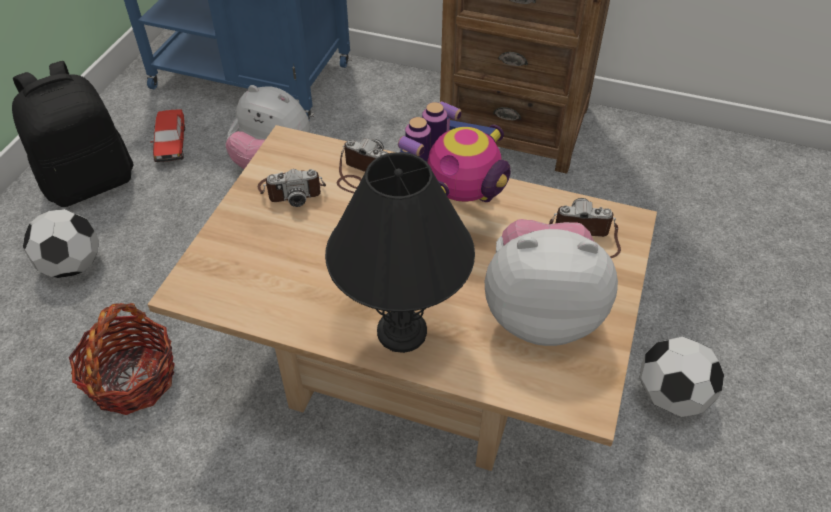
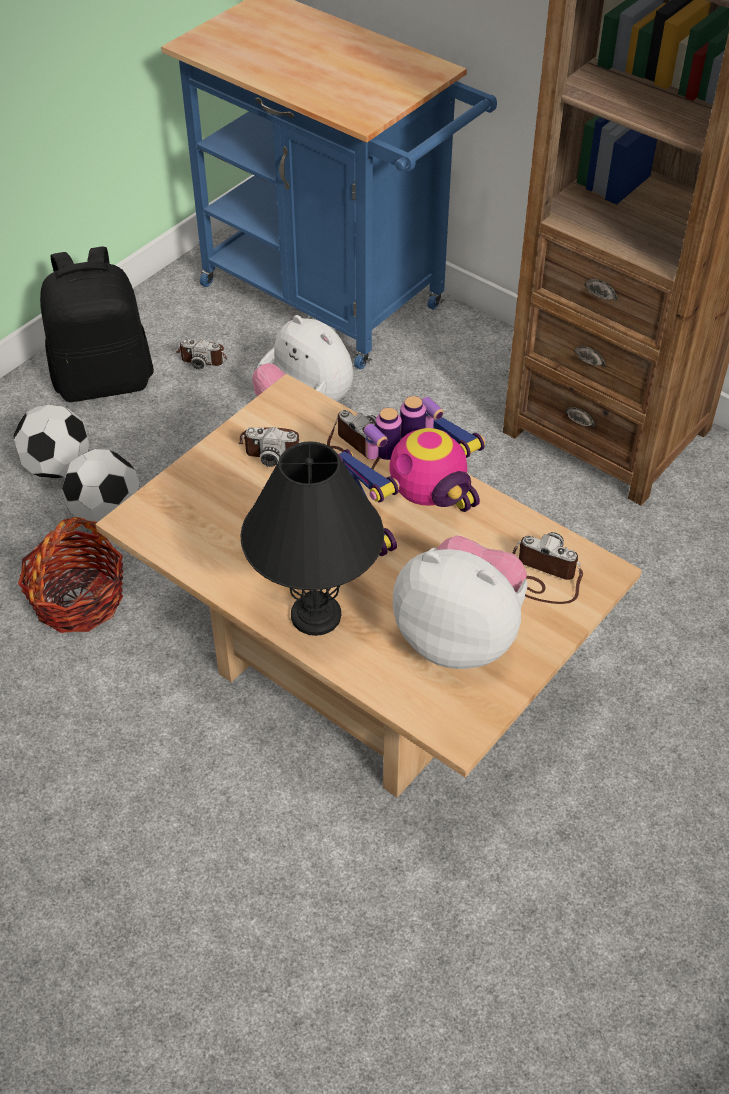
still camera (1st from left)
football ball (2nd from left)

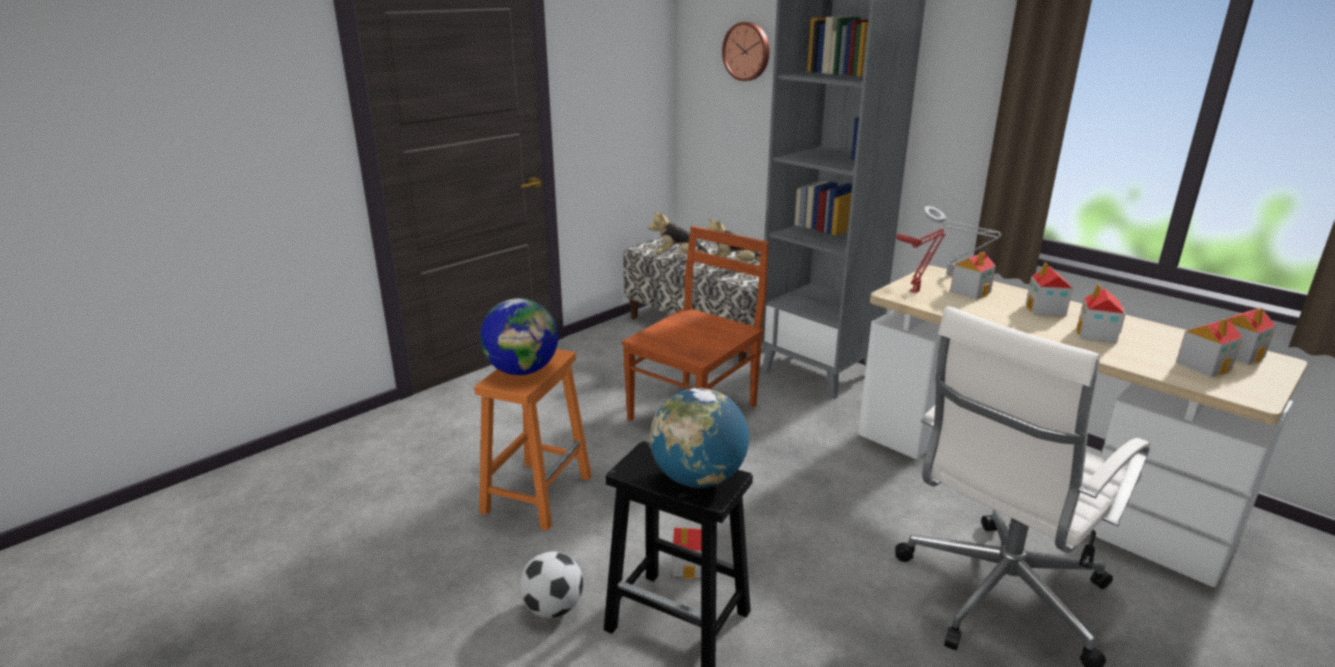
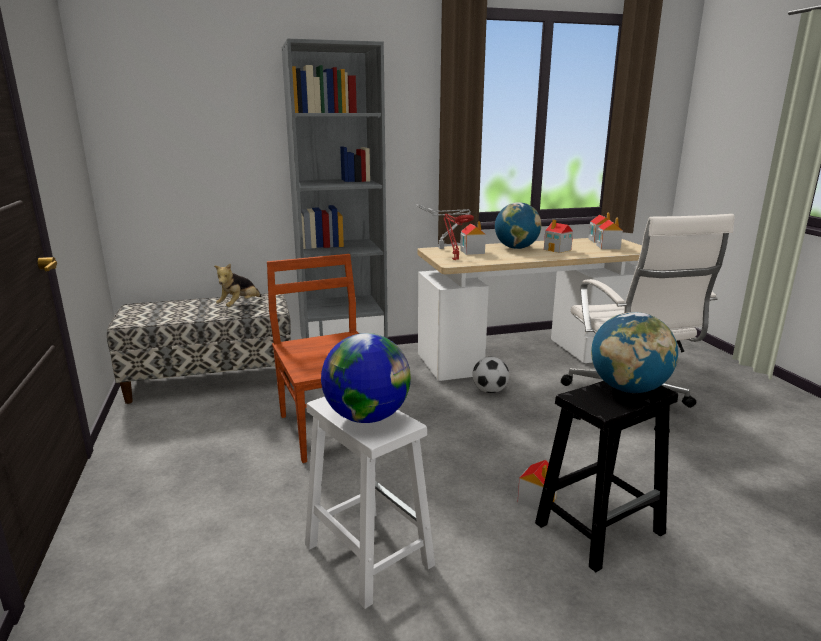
white stool seat
football ball
plush toy (1st from left in the first image)
hanging clock
world globe (2nd from left)

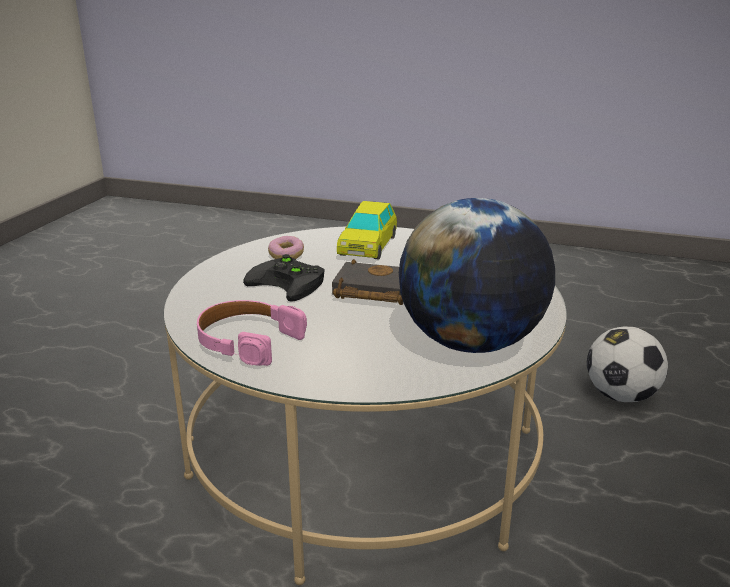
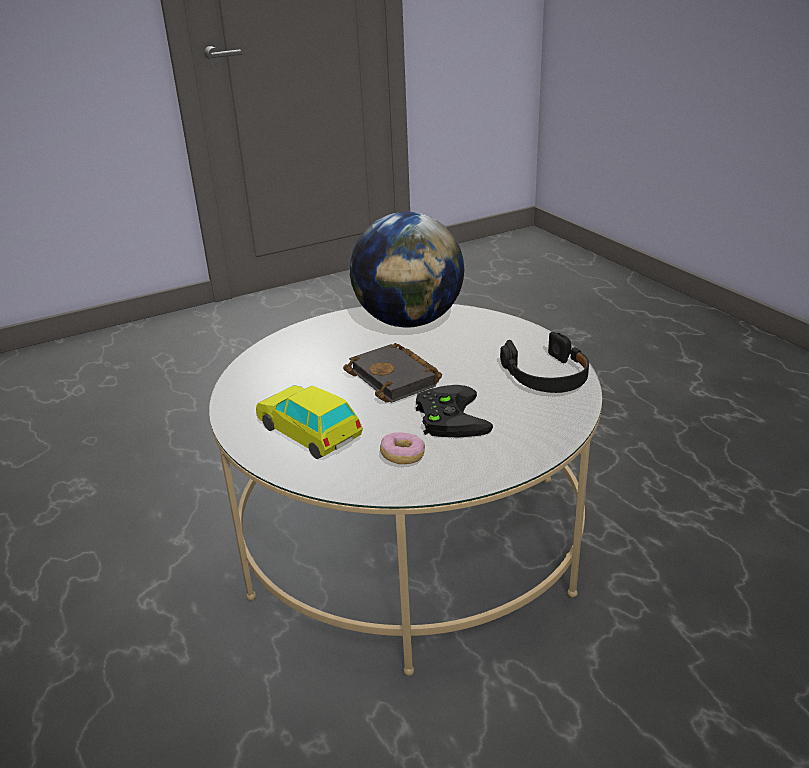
black-coloured headphones
model car
football ball

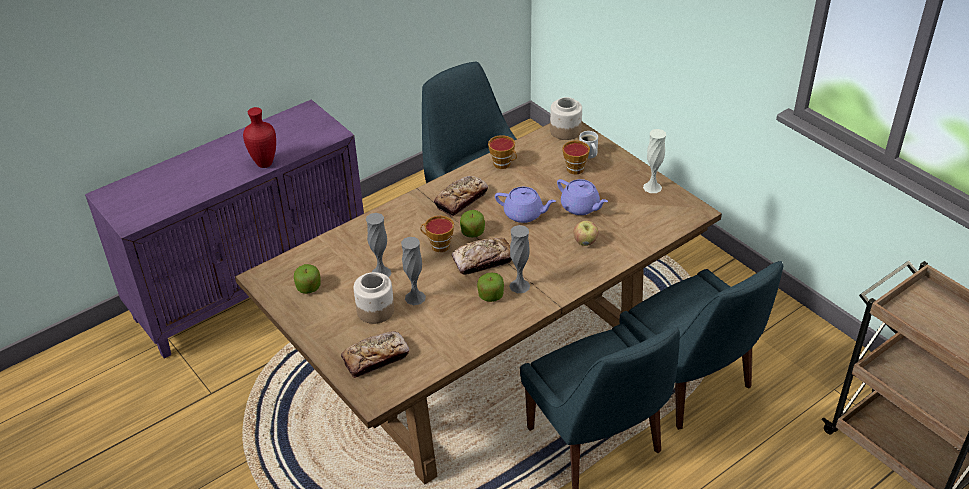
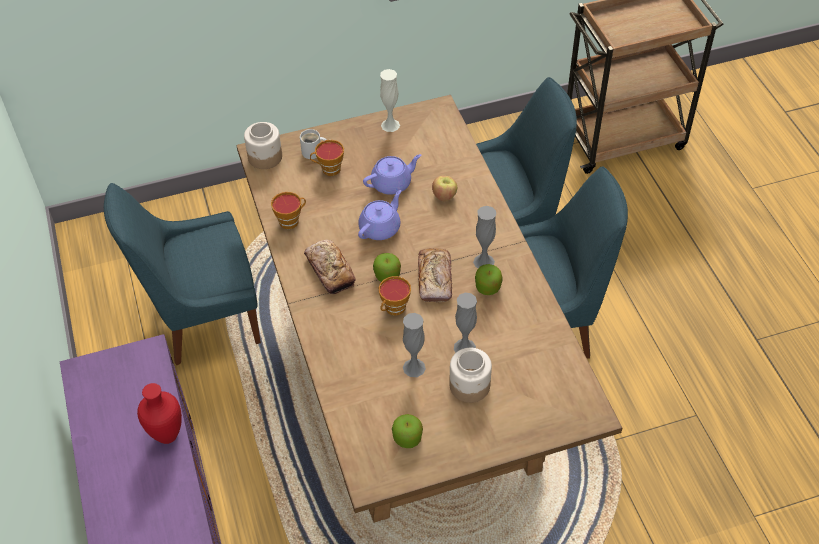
bakery bread (1st from left in the first image)

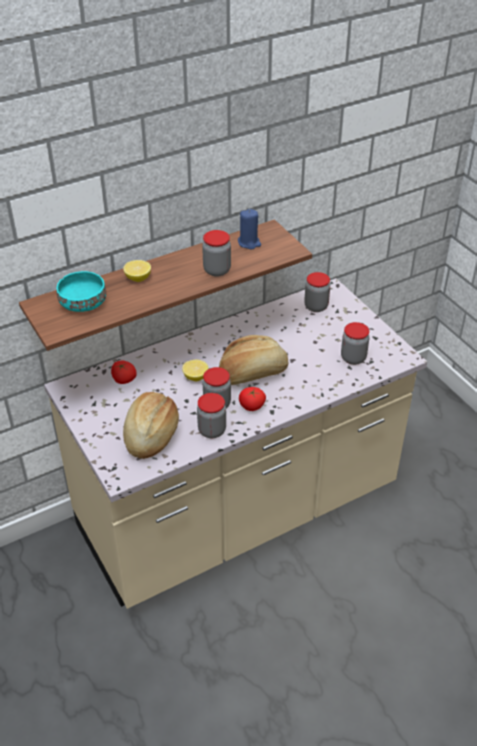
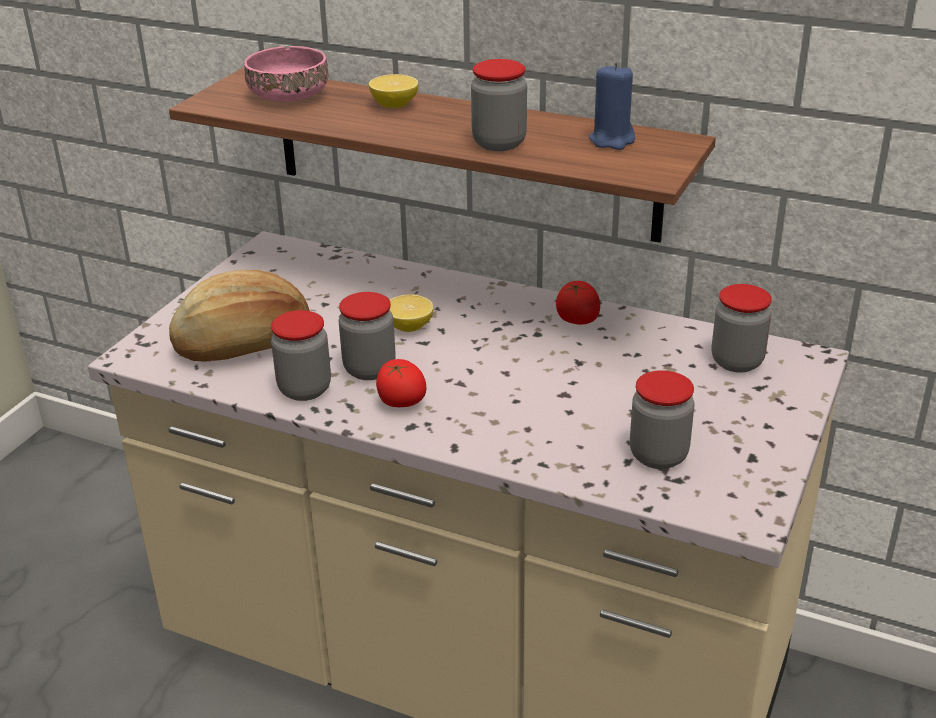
pinkish serving bowl
tomato (2nd from left)
bakery bread (2nd from left in the first image)

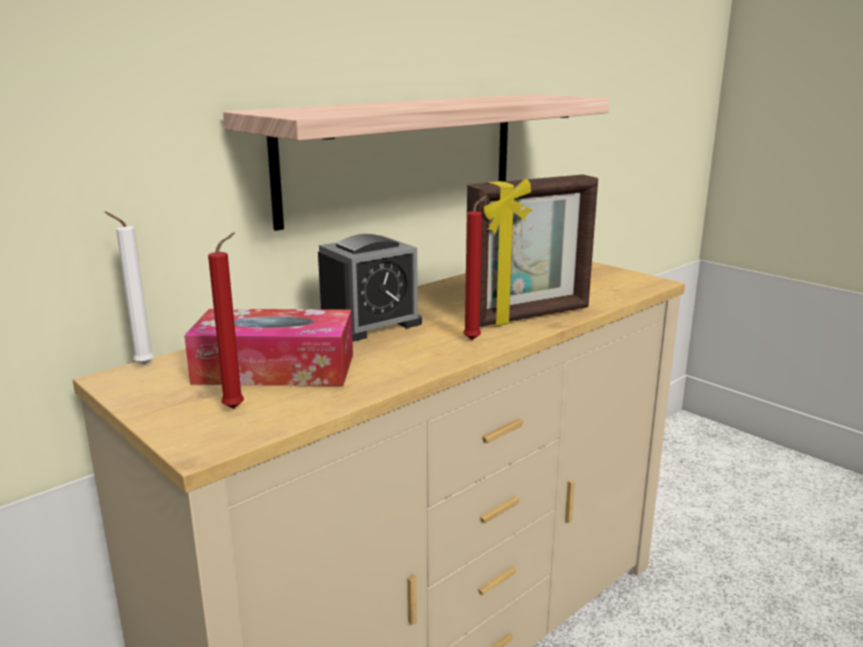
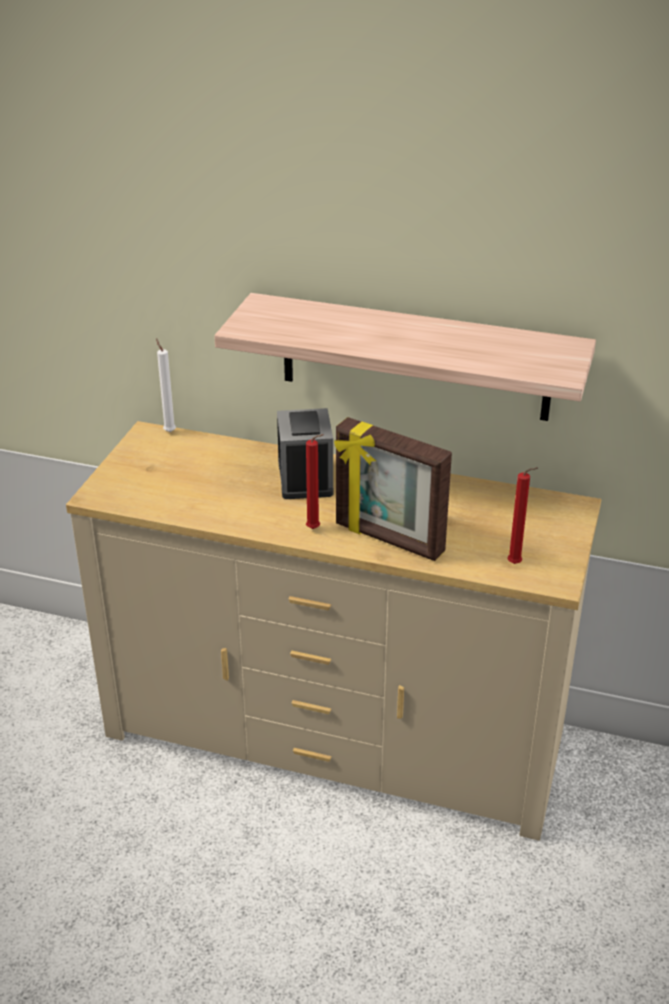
tissue box
reddish candle (2nd from left)
alarm clock

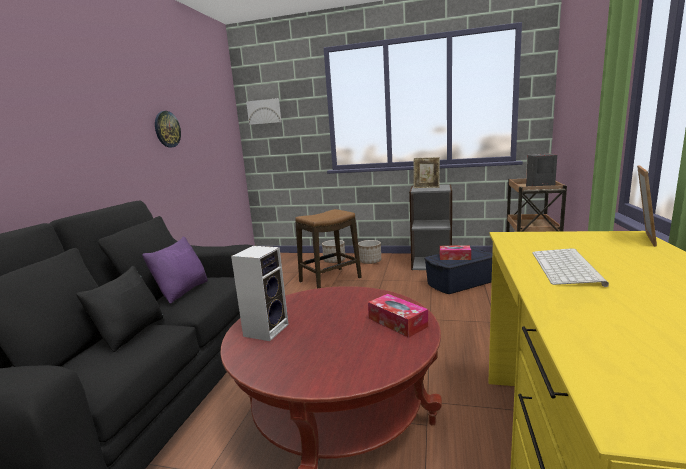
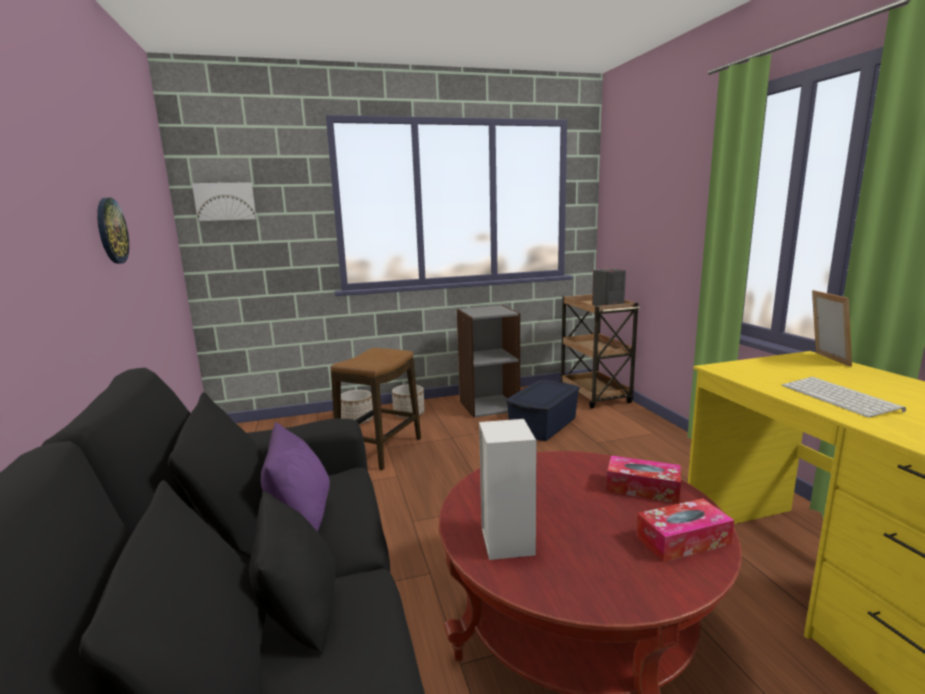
photo frame (1st from left in the first image)
tissue box (2nd from left)

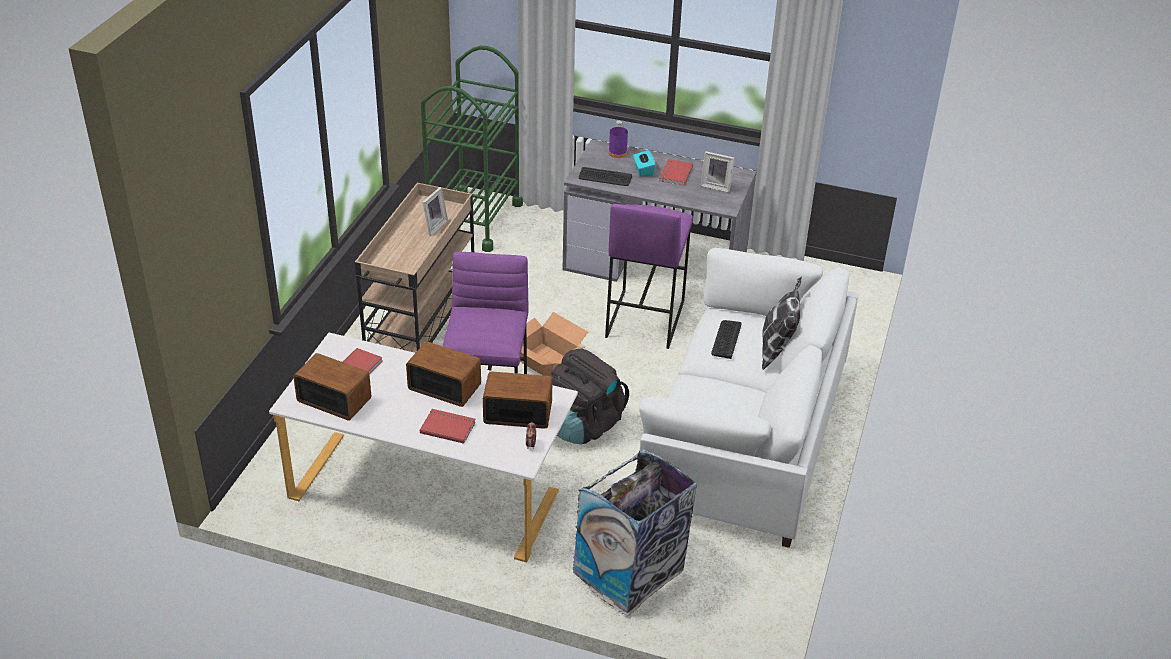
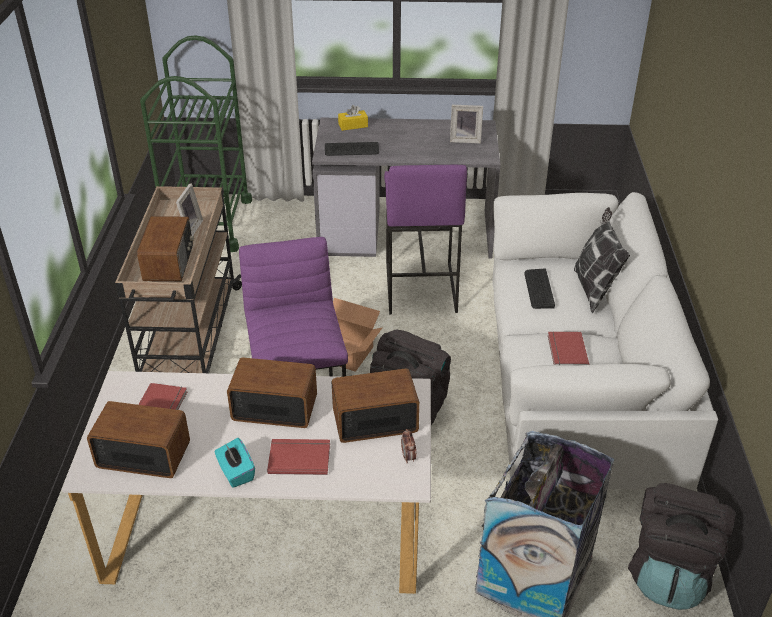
yellowish tissue box
turquoise-coloured tissue box
reddish book (3rd from left)
radio (2nd from left)
black-coloured knapsack (2nd from left)

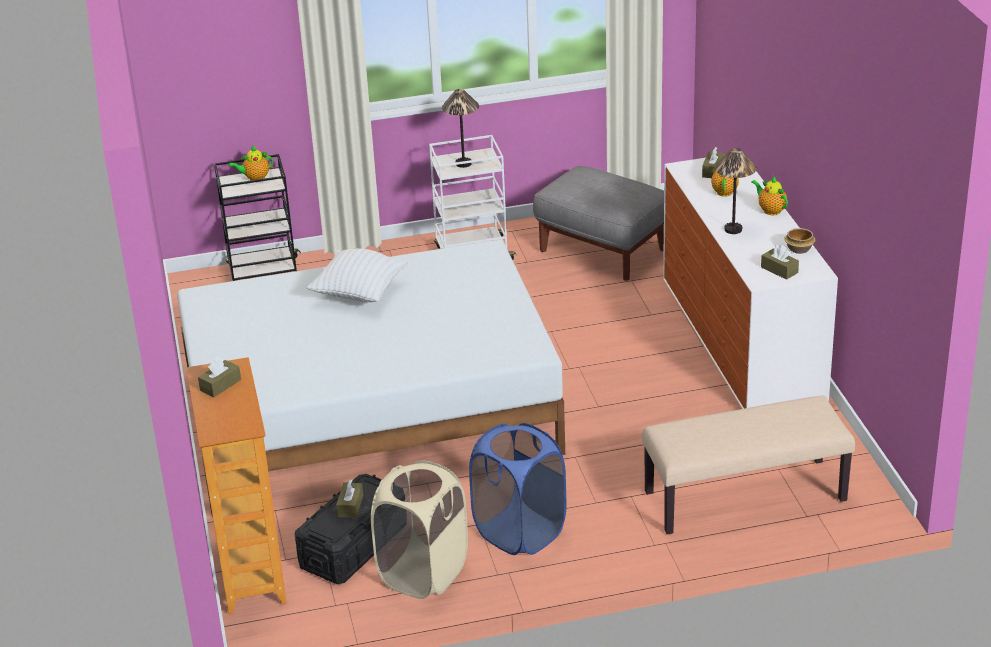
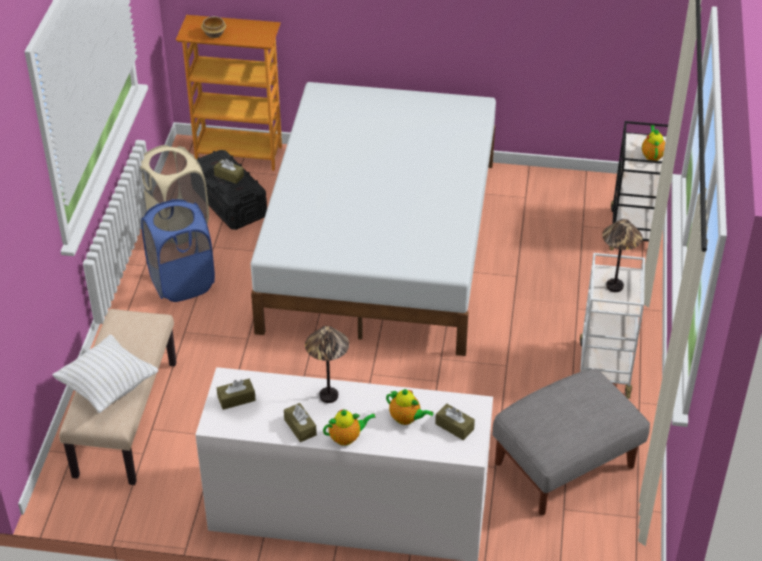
brown tissue box (3rd from left)
white pillow
serving bowl

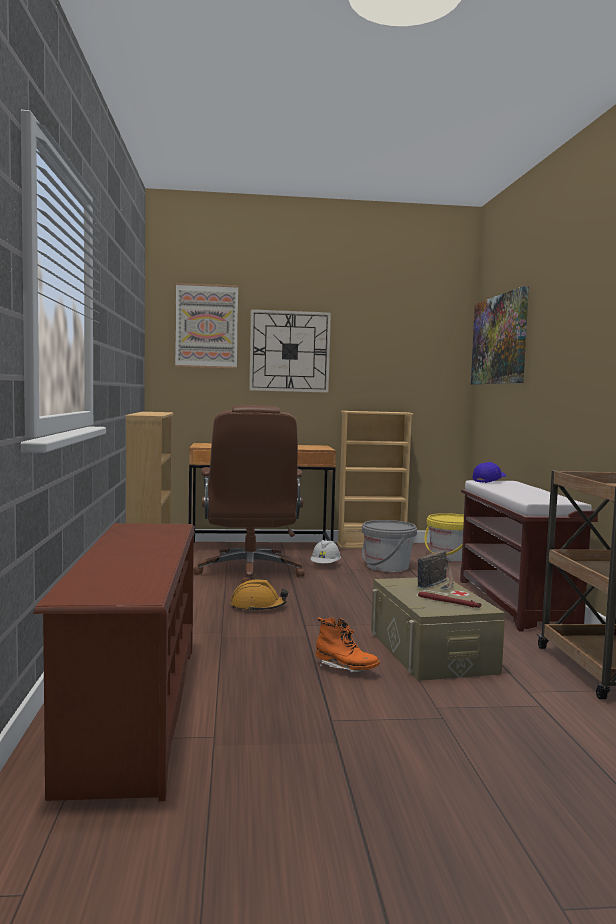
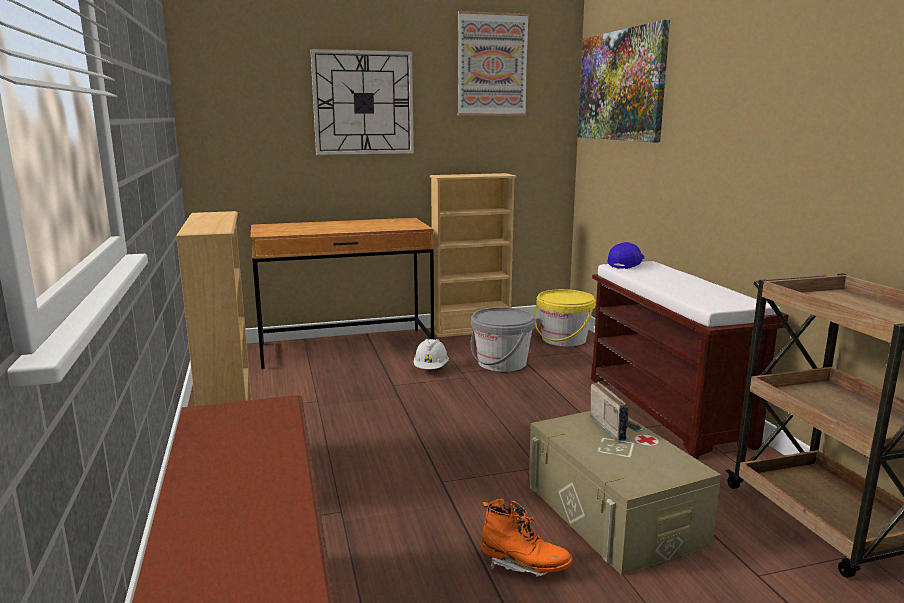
picture (1st from left)
brown desk chair
orange-coloured safety helmet
radio
reddish hand torch

